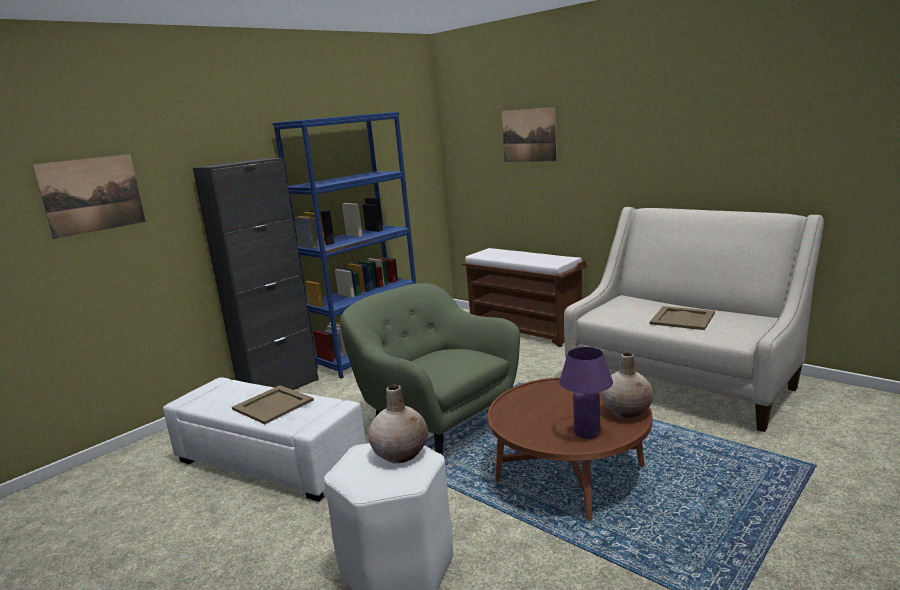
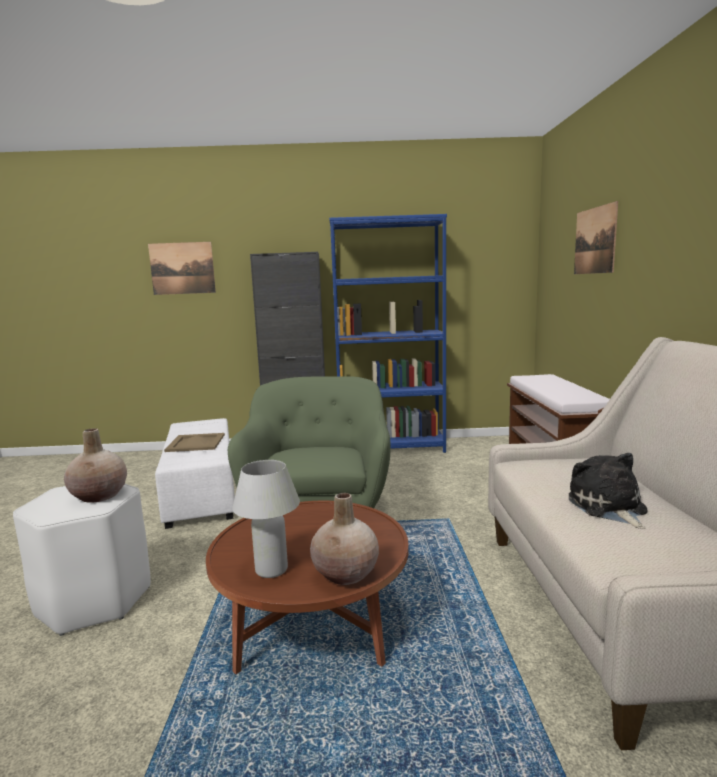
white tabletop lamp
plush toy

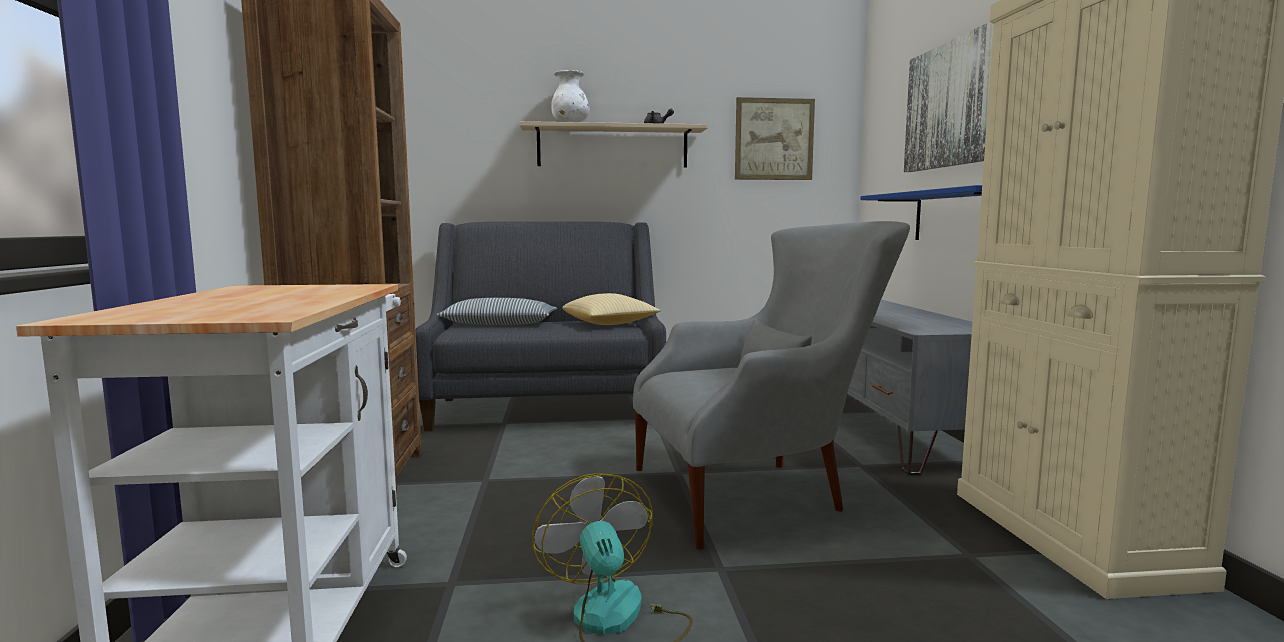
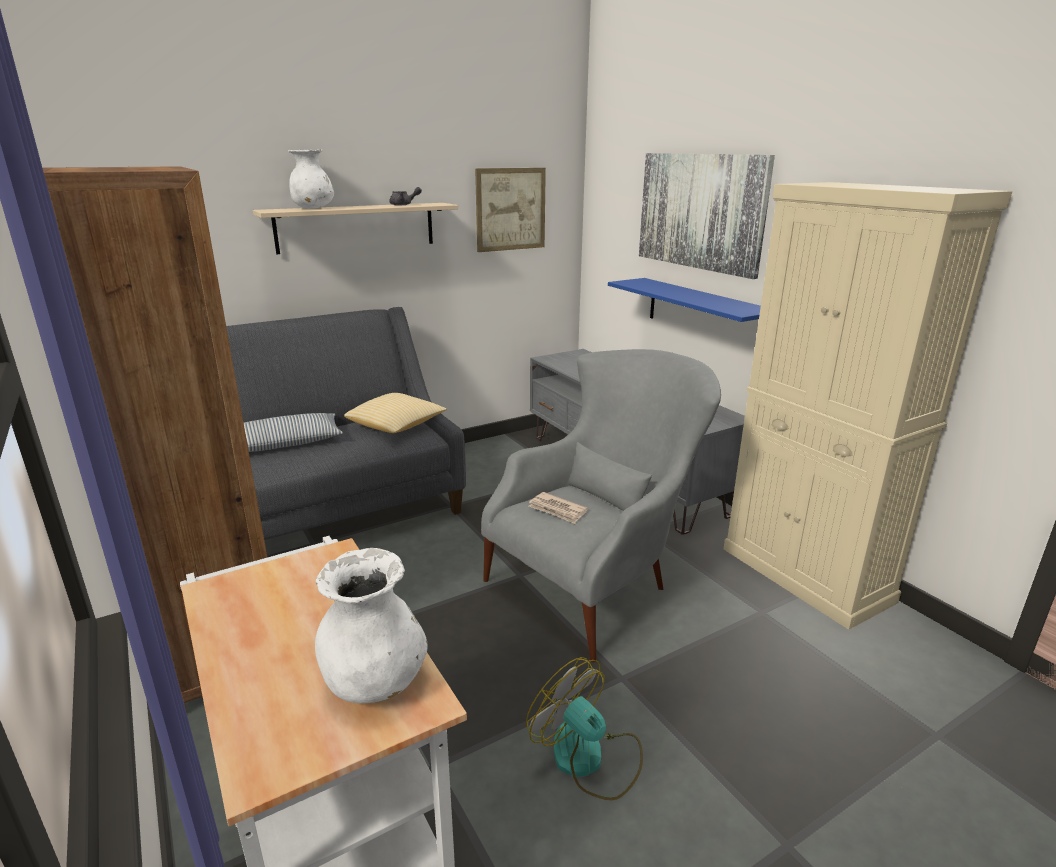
white flower vase (2nd from left)
printed paper

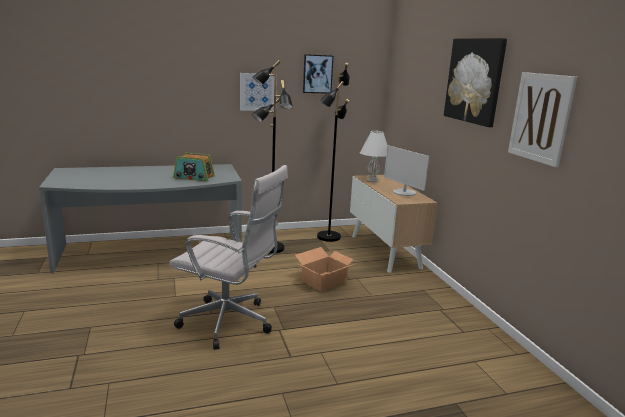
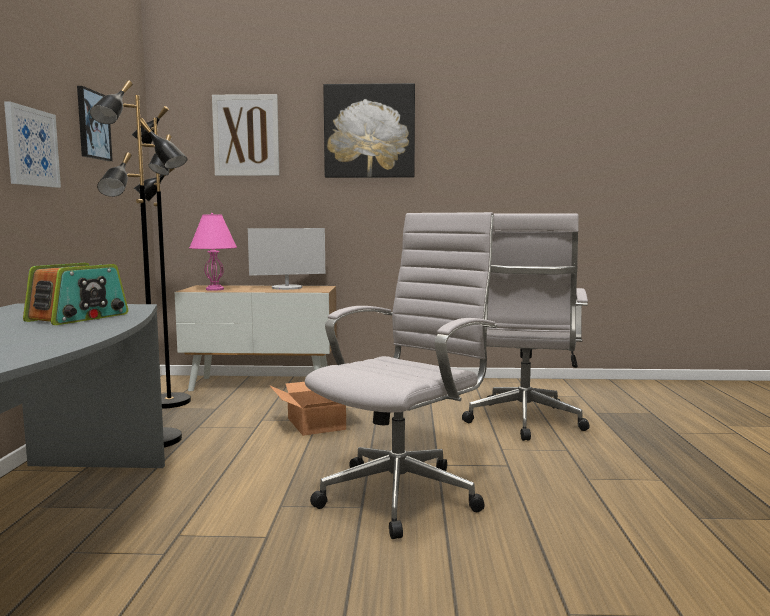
pinkish tabletop lamp
picture (3rd from left)
white desk chair (2nd from left)

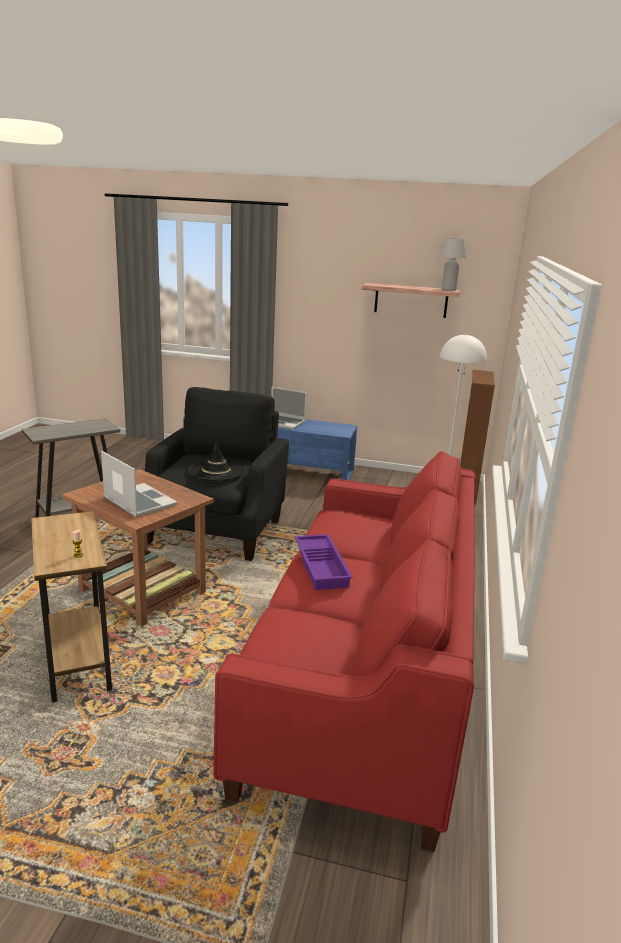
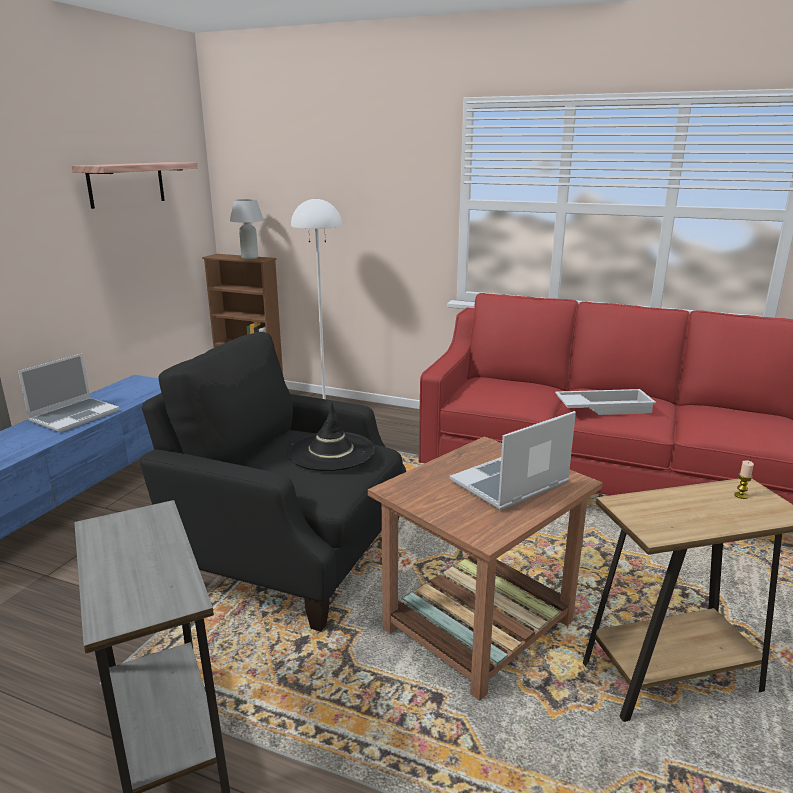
white tray
white tabletop lamp

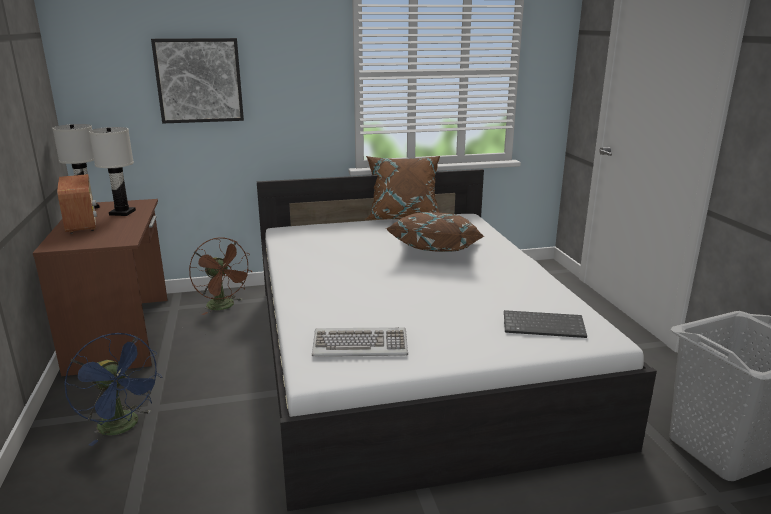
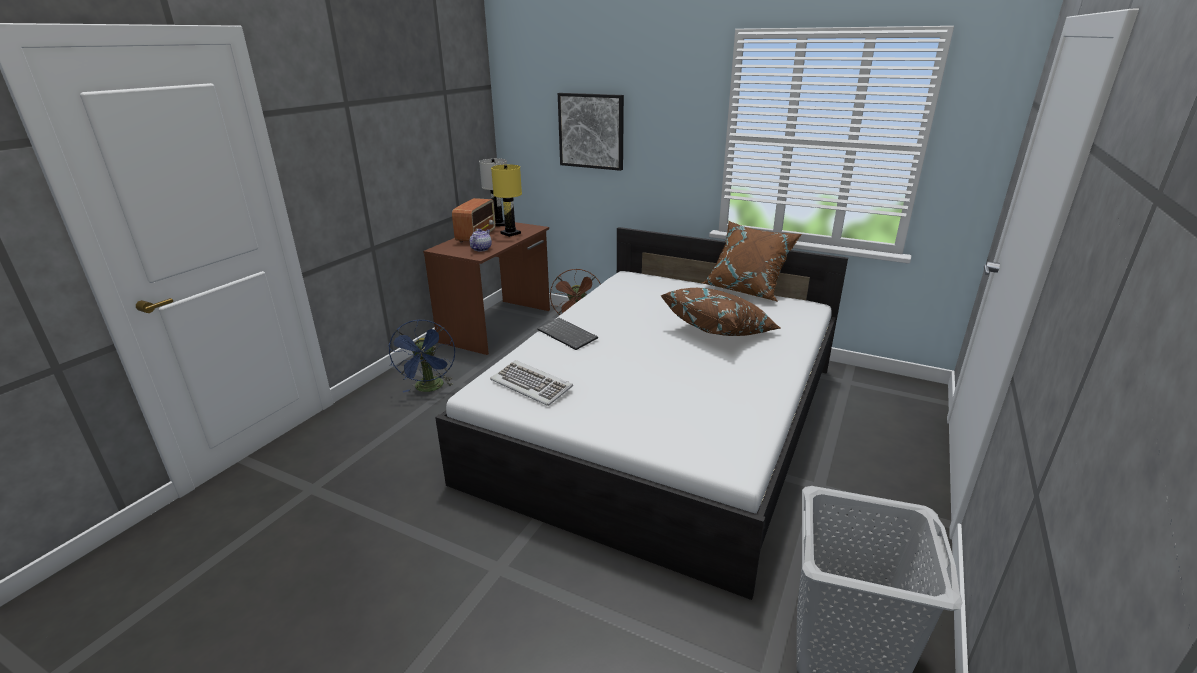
yellowish tabletop lamp
keyboard (2nd from left)
tea pot

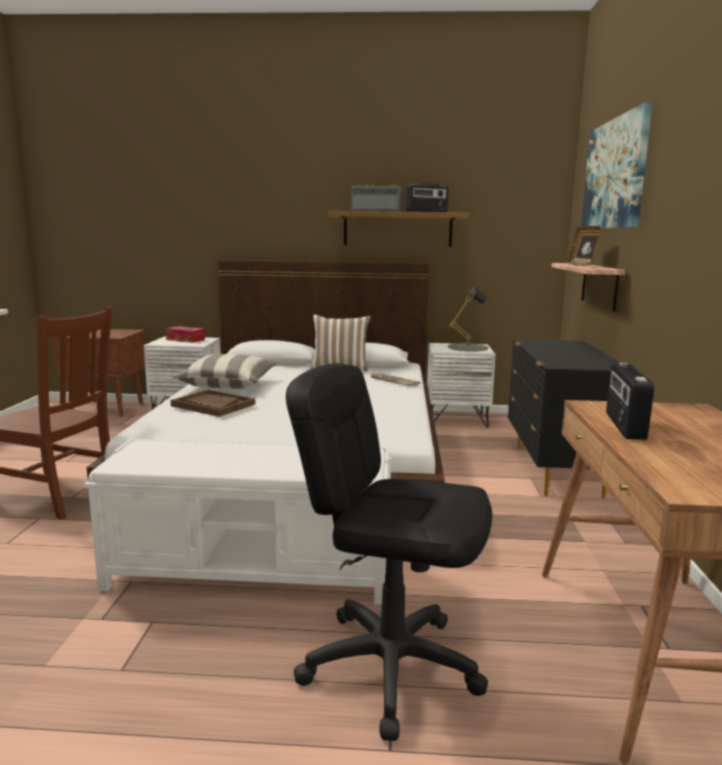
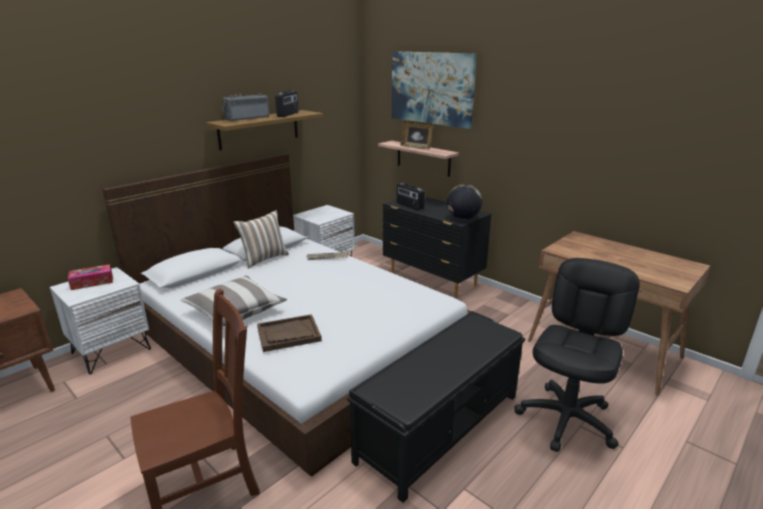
black-coloured indoor bench
black-coloured desk chair
grey tabletop lamp
radio (3rd from left)
world globe

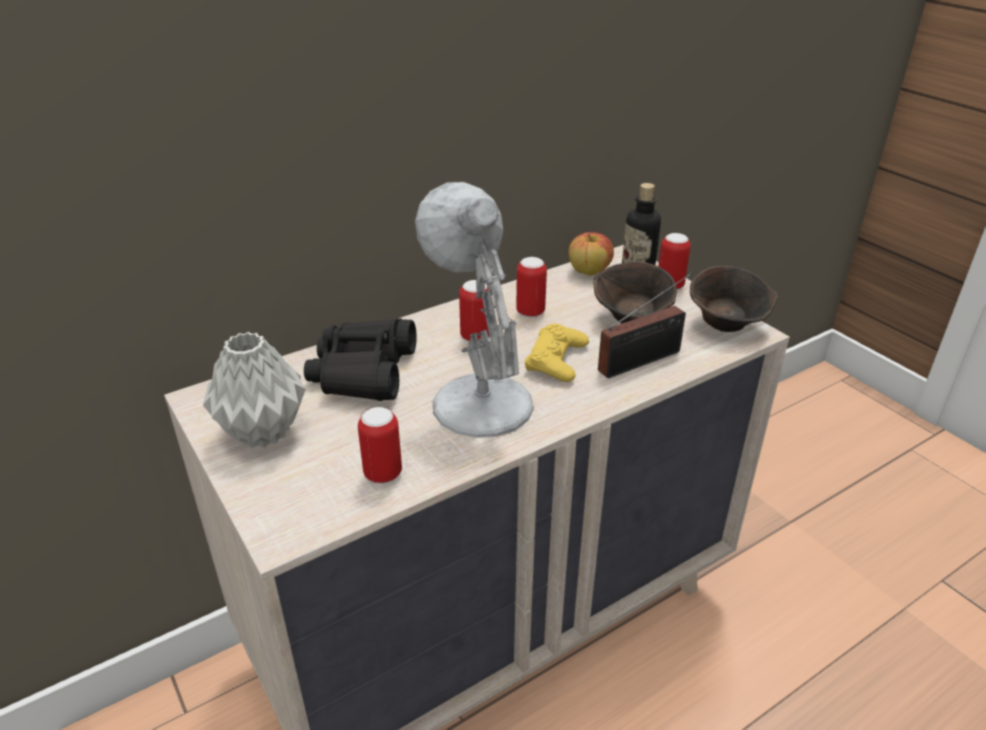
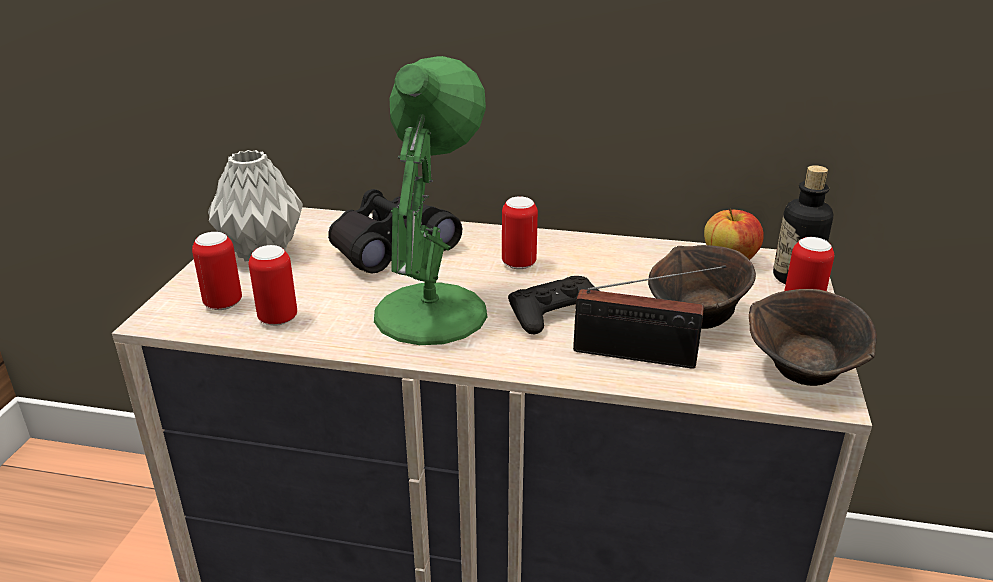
green tabletop lamp
metal can (1st from left)
black-coloured joypad

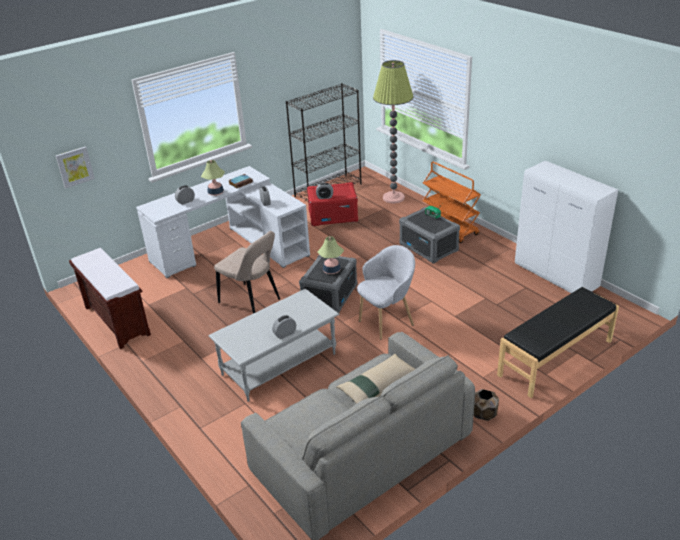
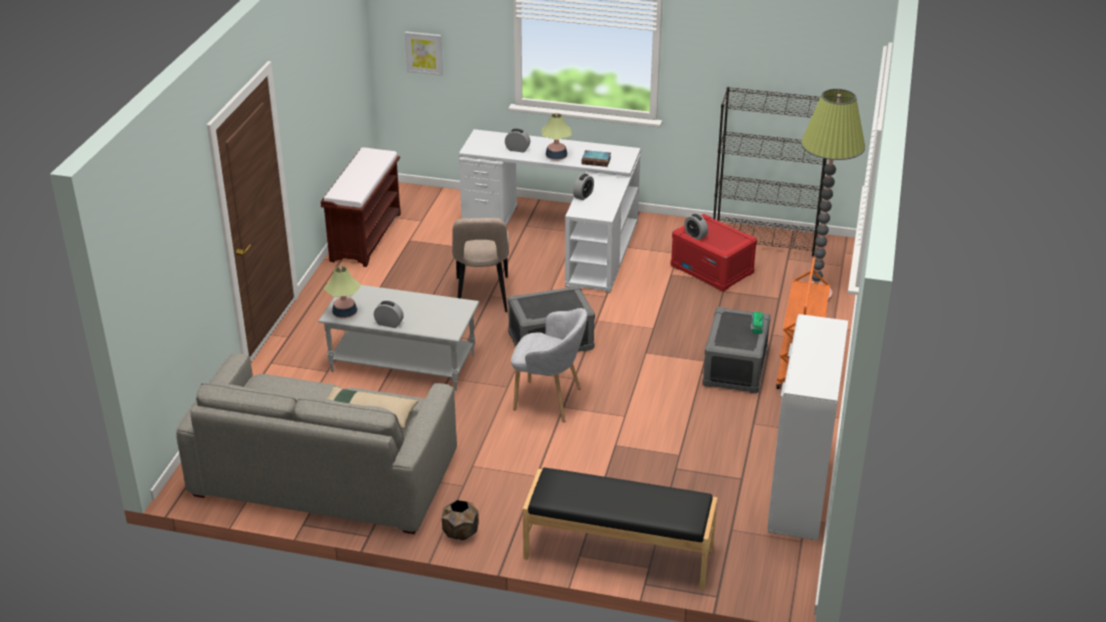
tabletop lamp (1st from left)

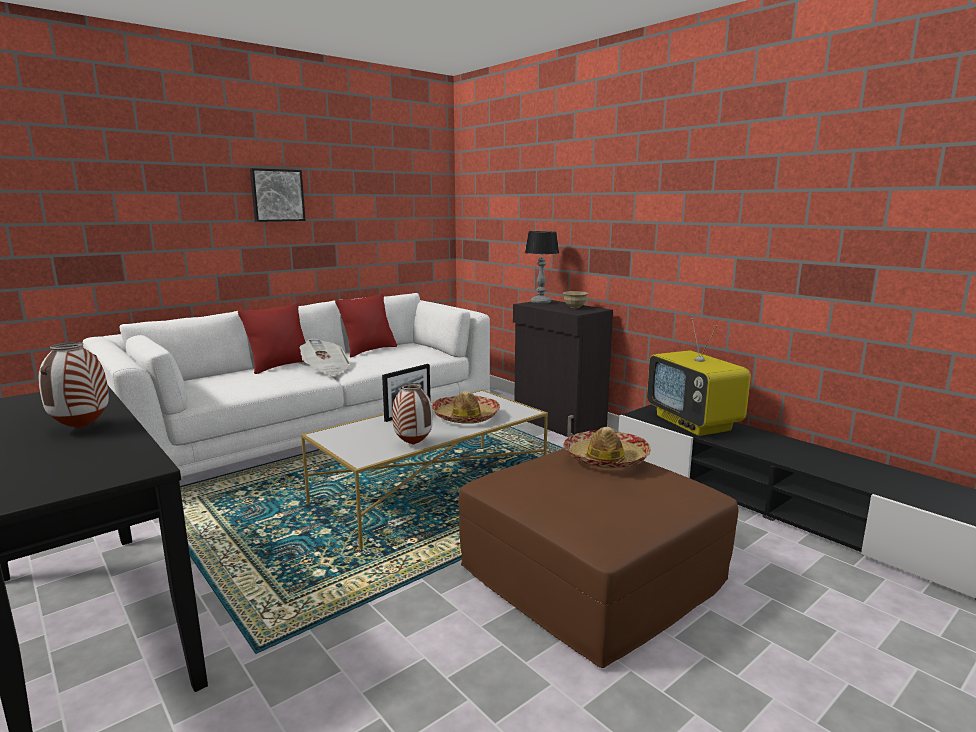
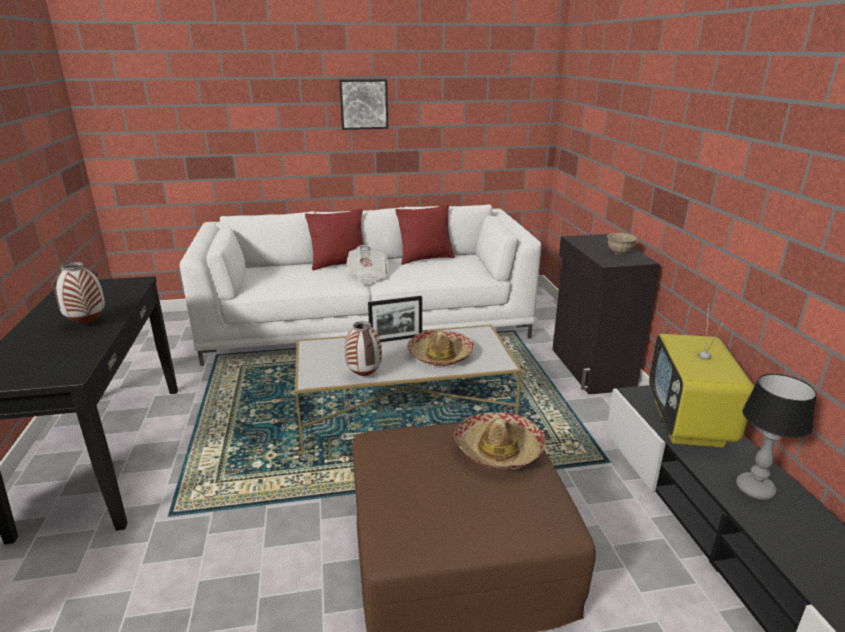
tabletop lamp

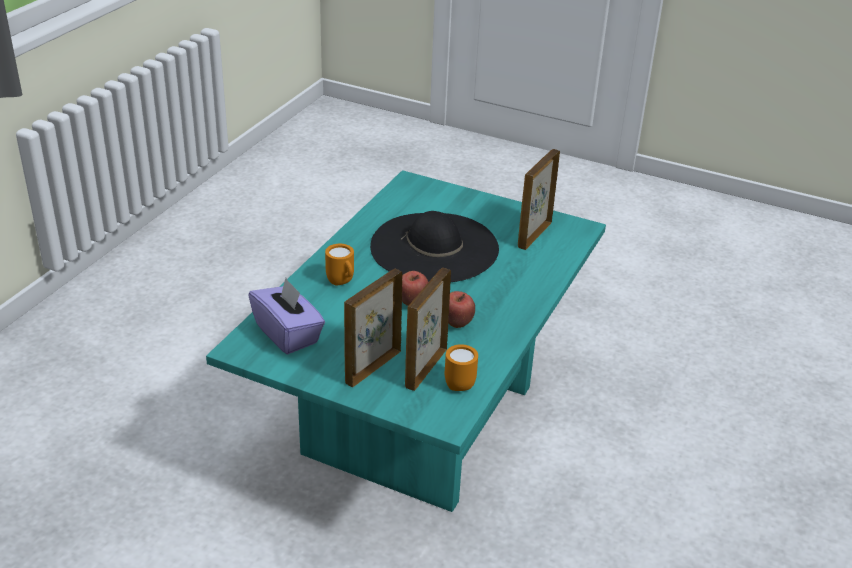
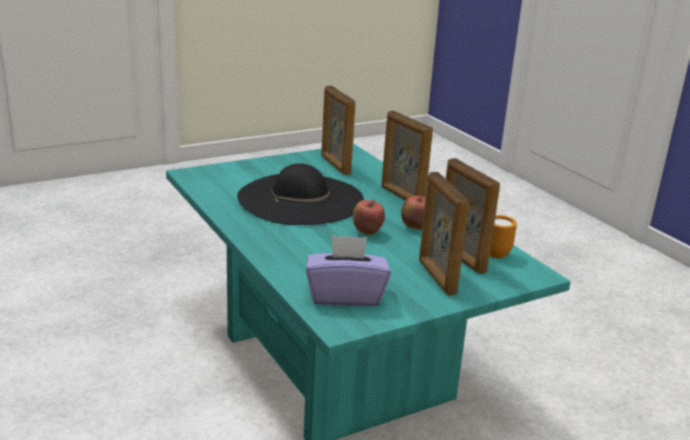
orange-coloured tea mug (1st from left in the first image)
photo frame (2nd from left)

